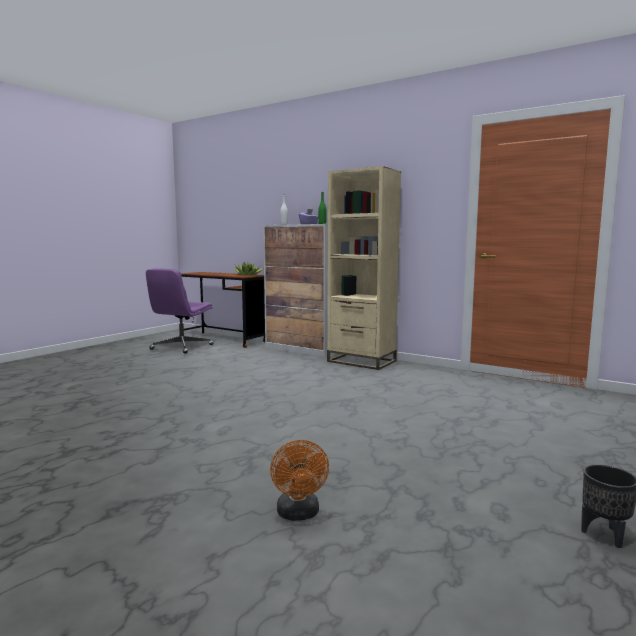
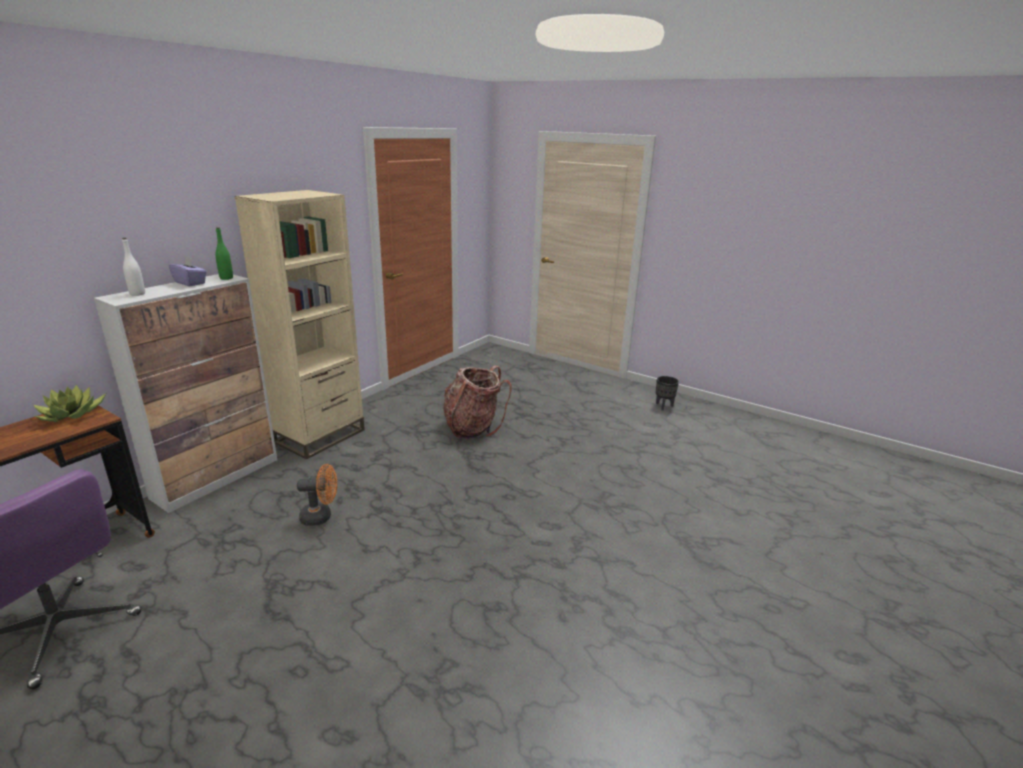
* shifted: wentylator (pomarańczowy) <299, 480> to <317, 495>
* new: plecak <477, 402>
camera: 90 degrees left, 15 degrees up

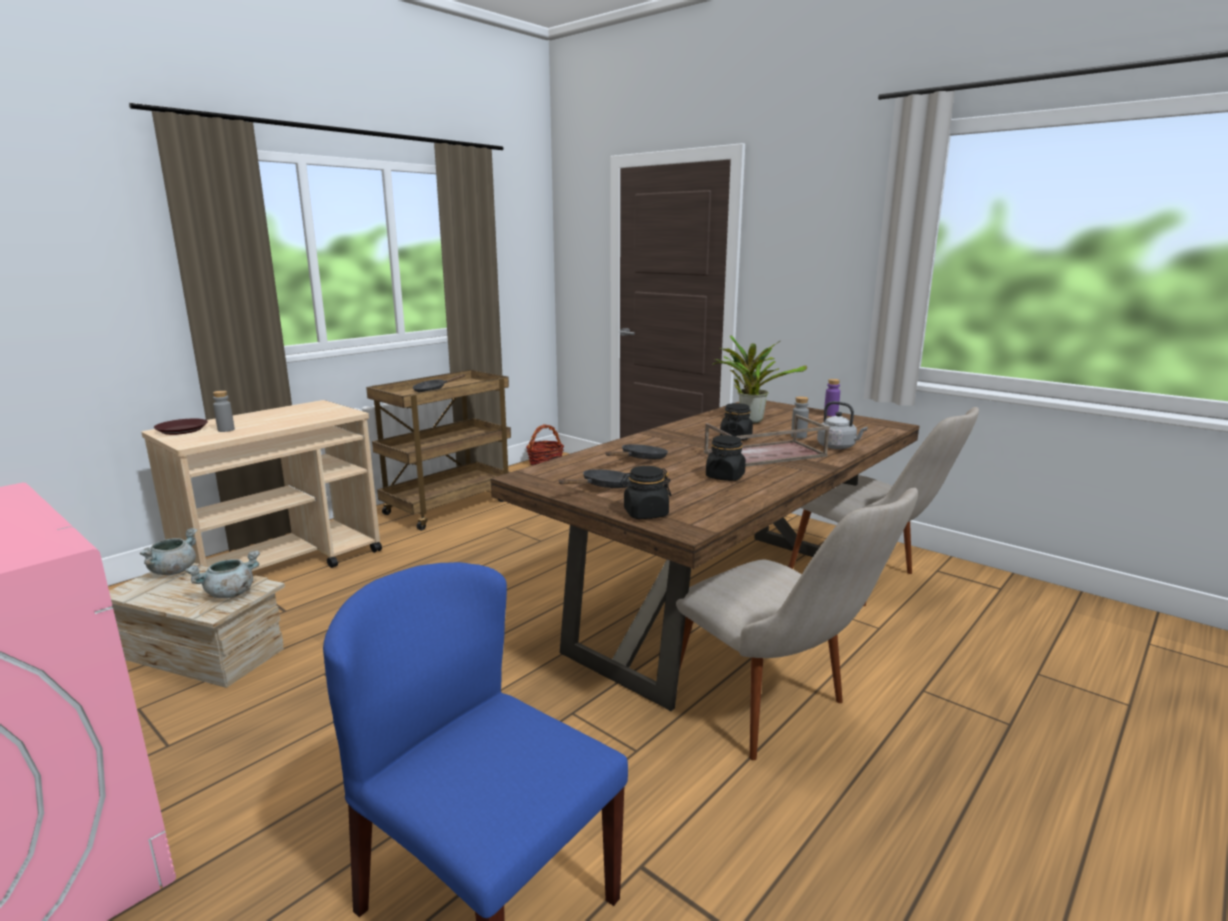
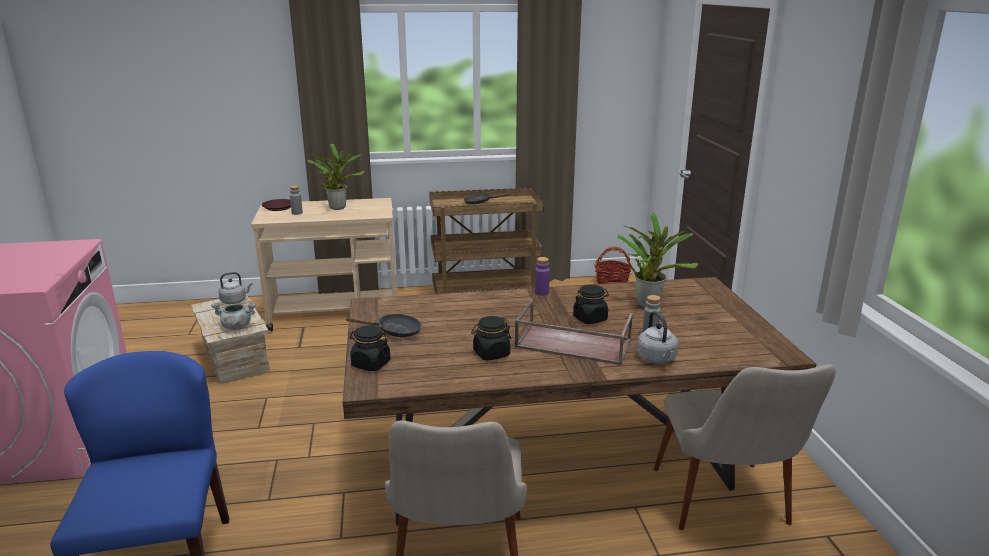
* swapped: garnek (szary) <168, 551> to czajnik (szary) <235, 288>
* new: roślina doniczkowa <336, 177>
* shifted: butelka (fioletowy) <832, 397> to <542, 276>
* gone: patelnia (czarny) <637, 452>
camera: 40 degrees right, 5 degrees up

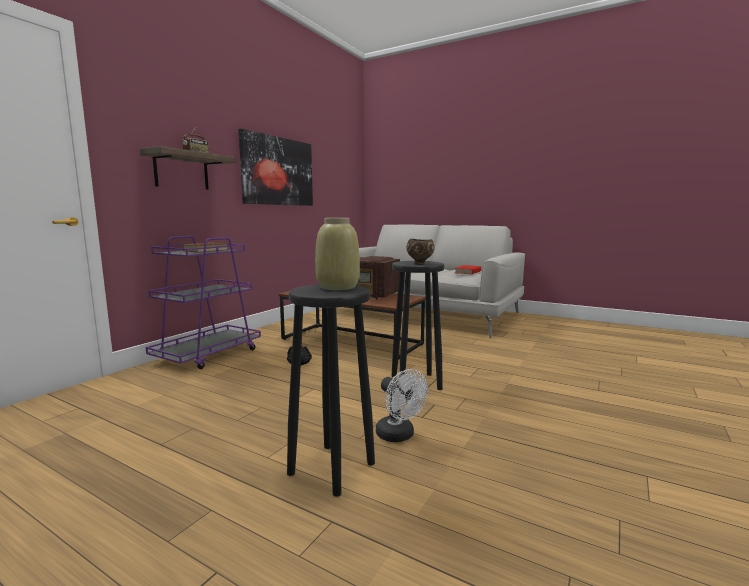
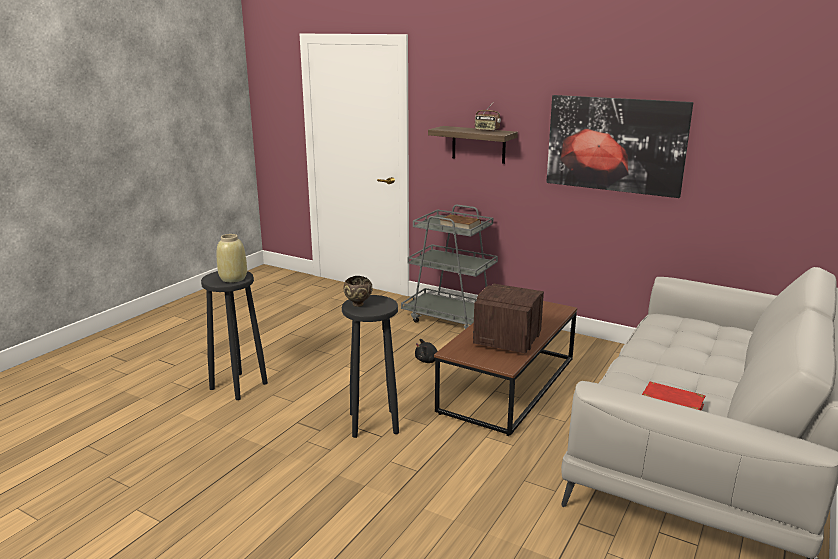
* repainted: wózek (fioletowy) <203, 302> to wózek (szary) <449, 267>
* gone: wentylator (biały) <402, 405>
camera: 90 degrees right, 10 degrees up

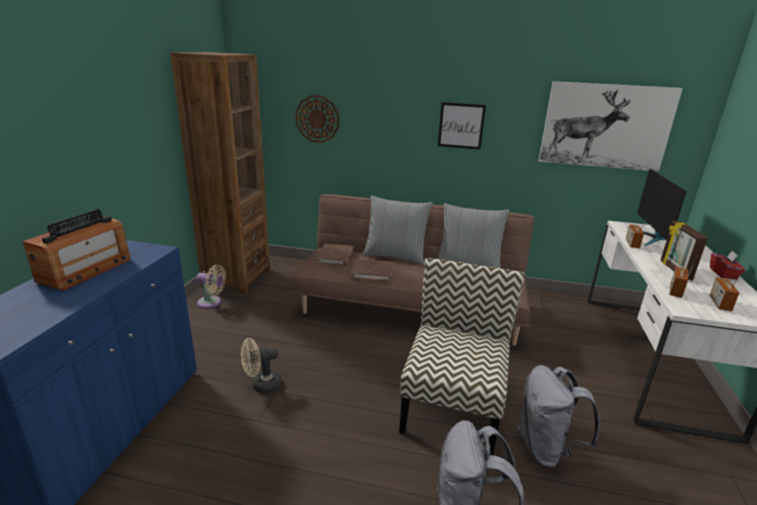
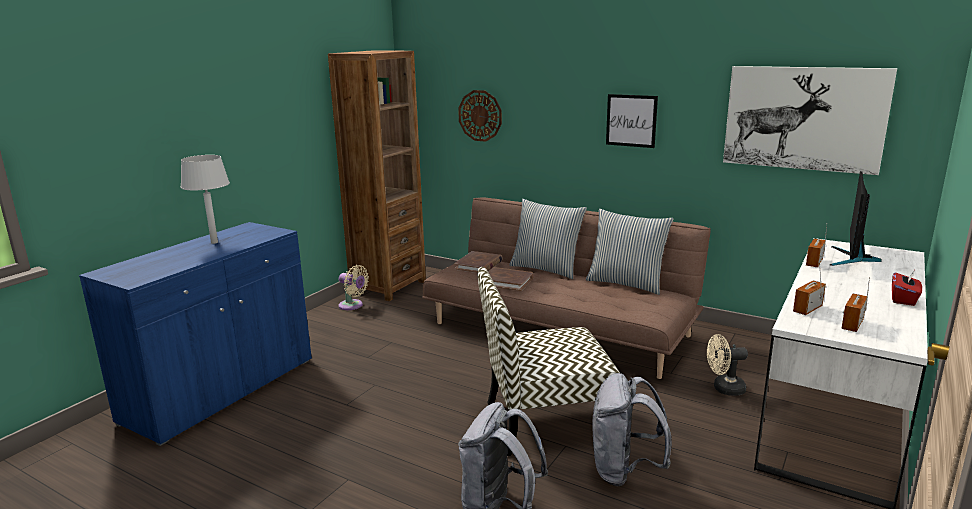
* swapped: radio <76, 250> to lampa stołowa (szary) <205, 199>
* rotated: krzesło <462, 356> = <548, 361> 135 degrees counterclockwise
* shifted: wentylator (beżowy) <261, 366> to <727, 365>
* gone: ramka na zdjęcie <684, 250>
camera: 20 degrees right, 5 degrees down

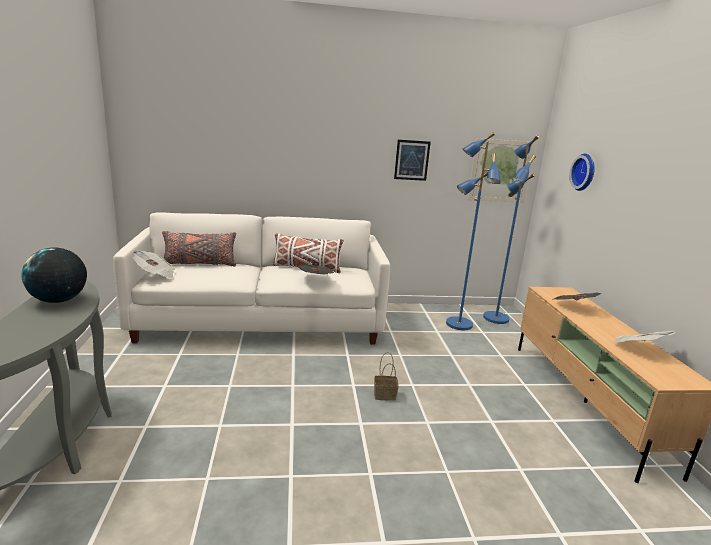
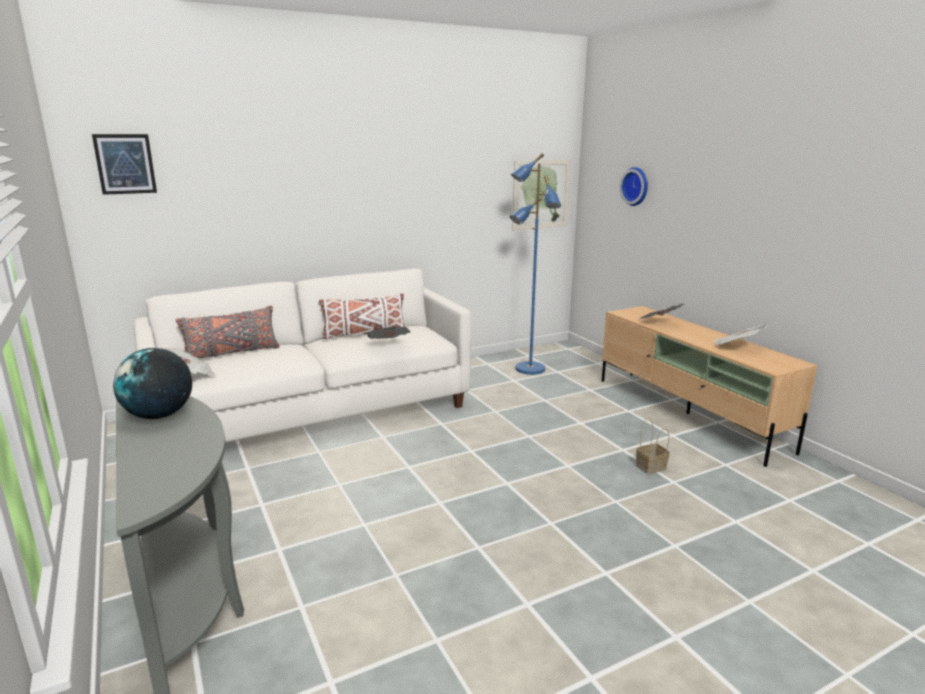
* shifted: obraz <412, 160> to <124, 164>
* shifted: koszyk <386, 376> to <653, 446>
* gone: lampa stojąca (niebieski) <511, 229>
camera: 20 degrees left, 0 degrees up

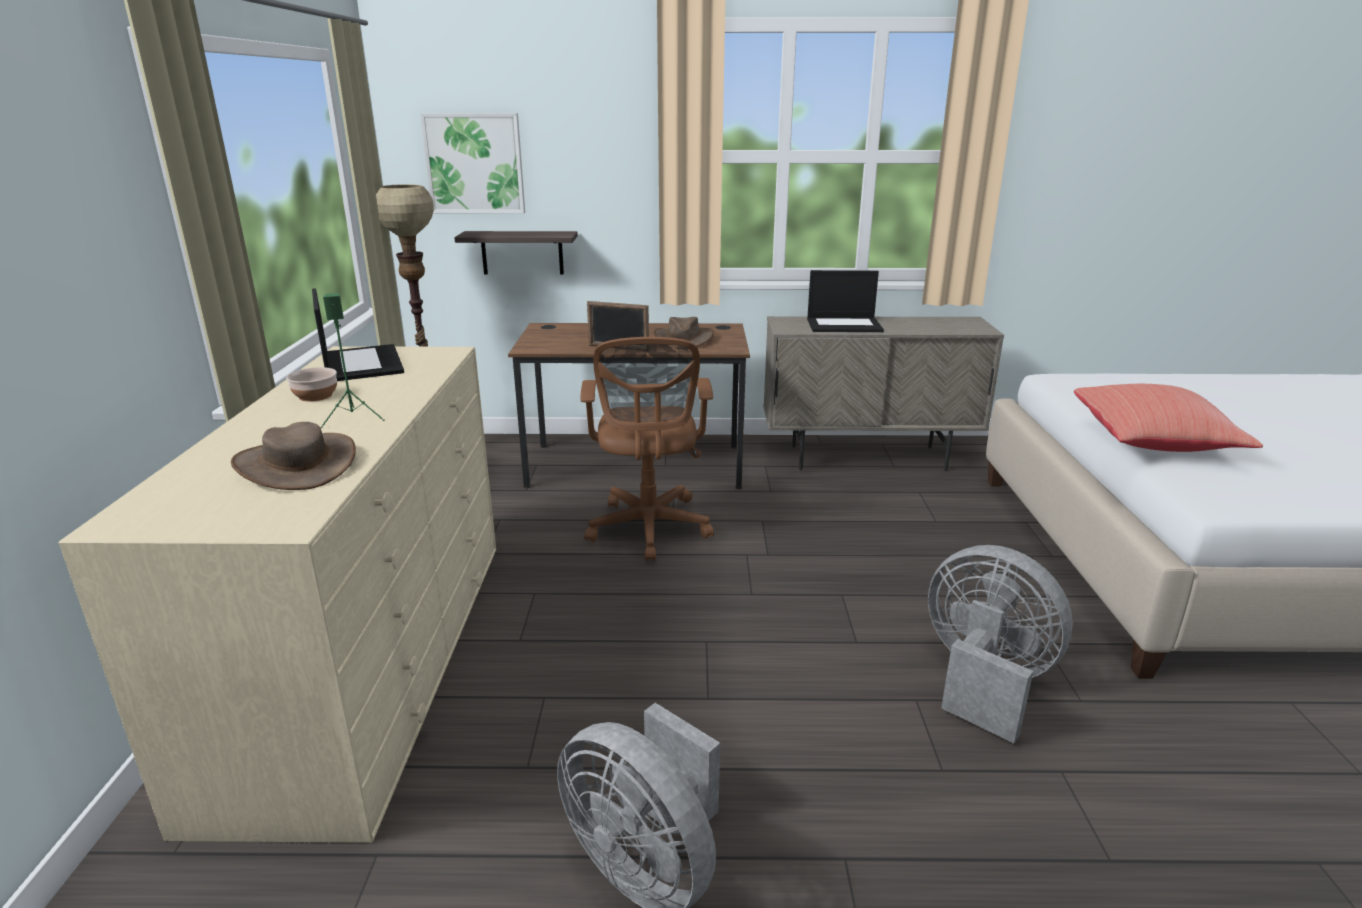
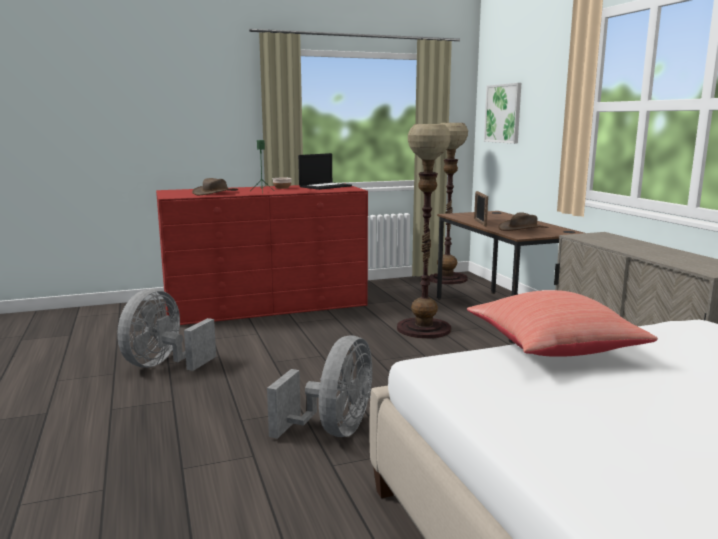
* repainted: komoda (beżowy) <277, 594> to komoda (czerwony) <262, 255>
* swapped: krzesło biurowe (brązowy) <647, 449> to lampa stojąca <424, 231>
* gone: półka <516, 253>
* gone: laptop <845, 301>
camera: 70 degrees right, 10 degrees down

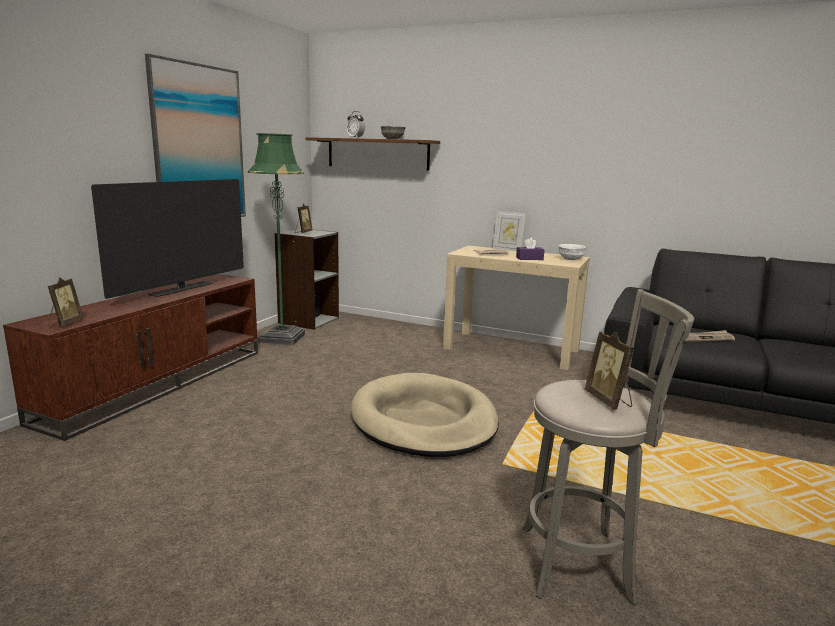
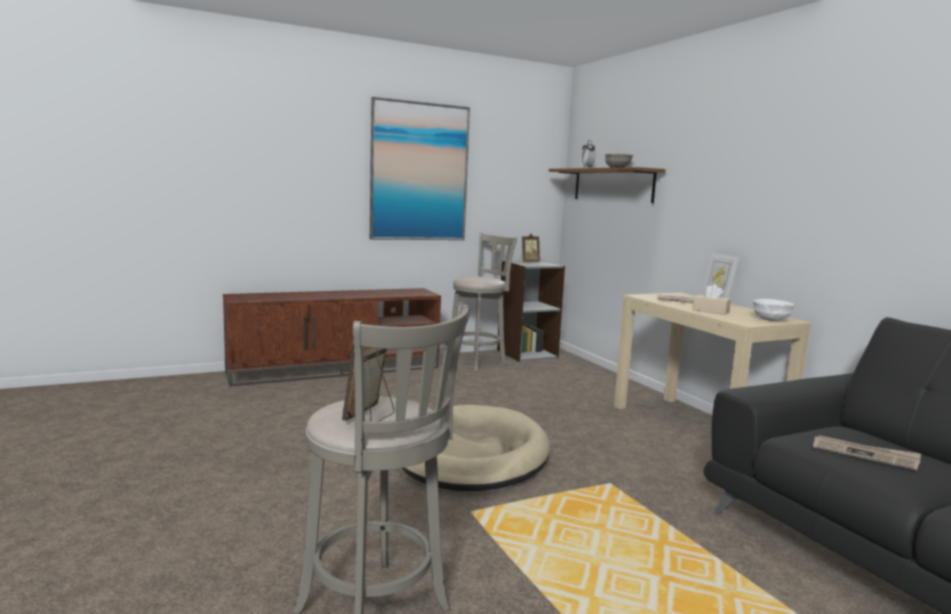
* swapped: lampa stojąca (zielony) <276, 239> to stołek (szary) <484, 302>
* repainted: pudełko chusteczek (fioletowy) <530, 249> to pudełko chusteczek (beżowy) <712, 299>
* gone: ramka na zdjęcie <65, 302>
* gone: telewizor <167, 239>
camera: 40 degrees right, 5 degrees down

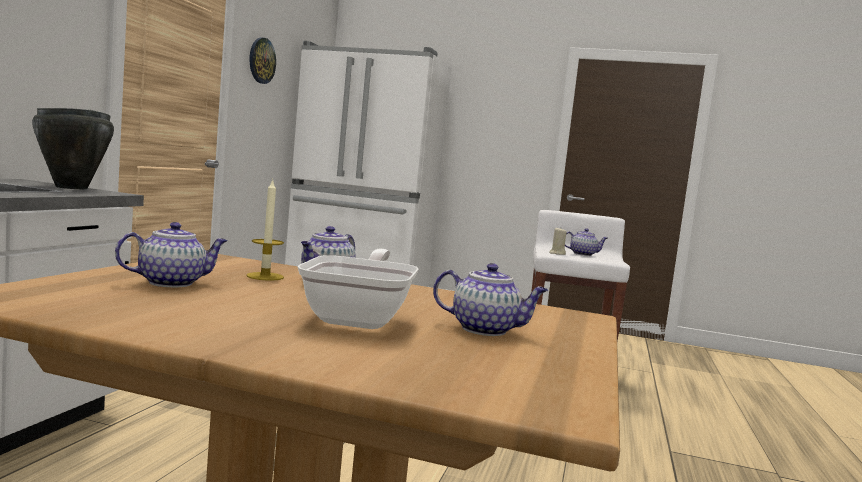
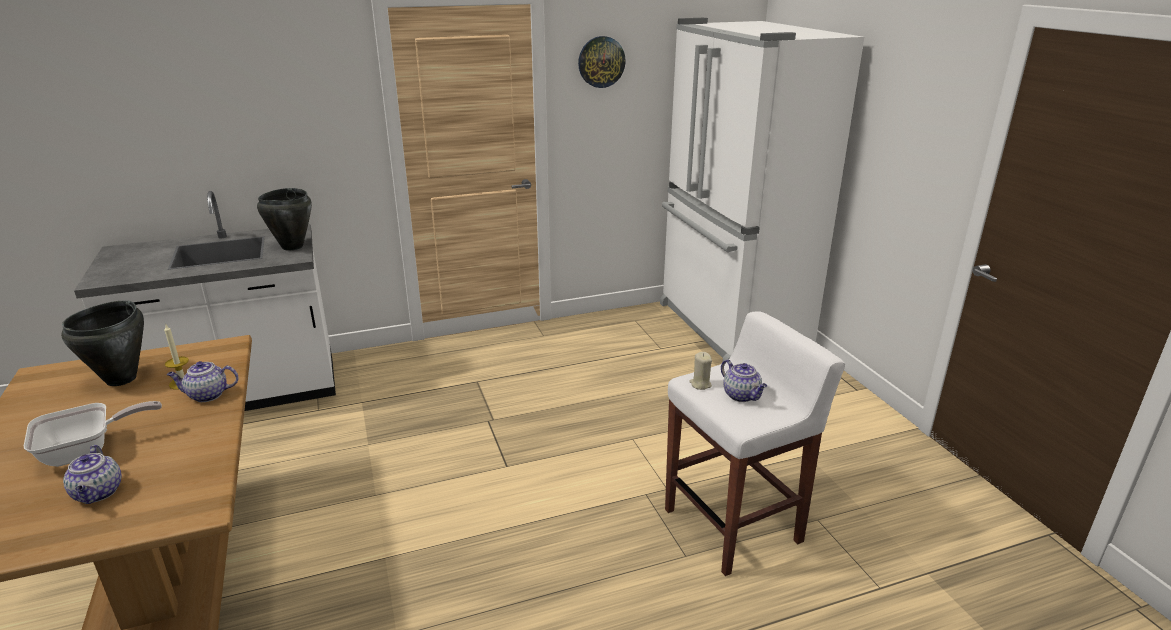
* swapped: imbryk <171, 254> to garnek (czarny) <102, 343>
camera: 55 degrees right, 20 degrees up

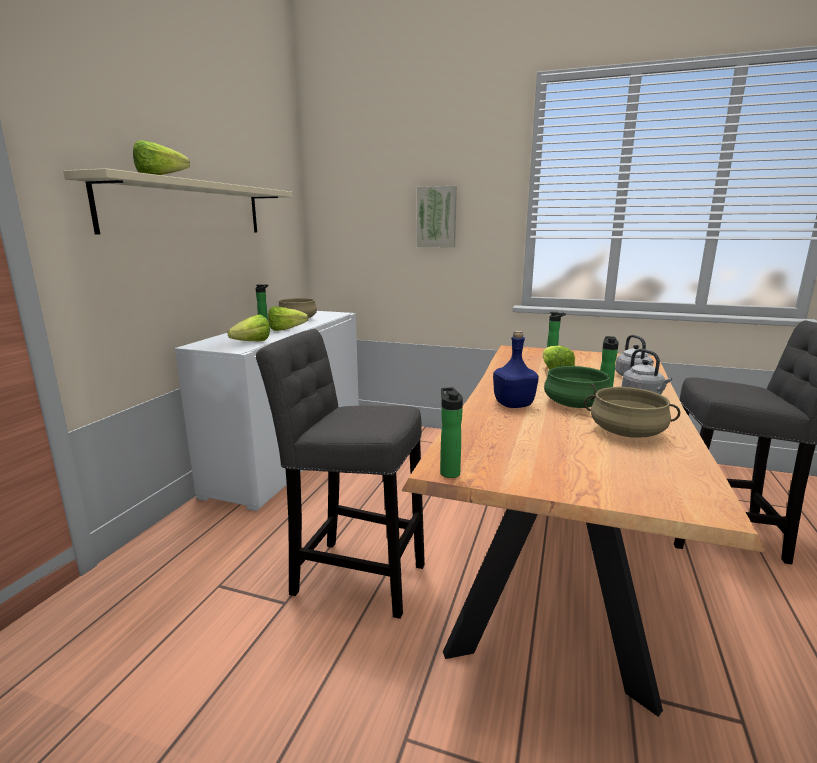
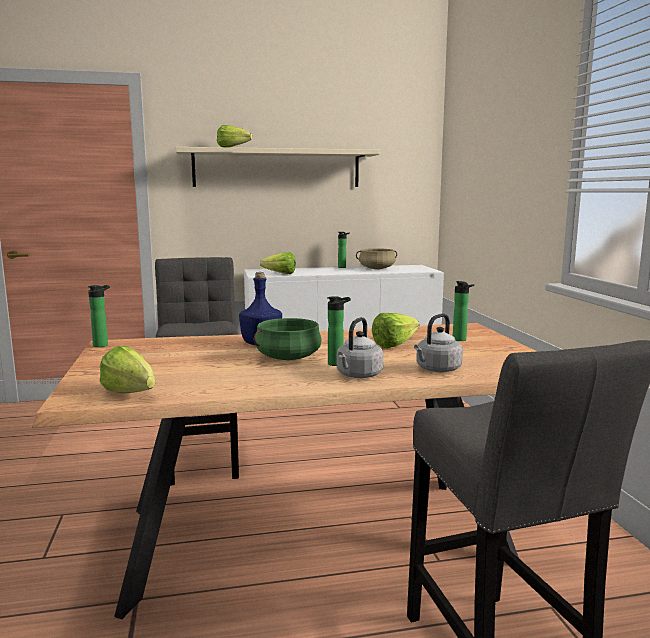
* shifted: sałata <288, 319> to <127, 370>
* gone: obraz <437, 216>
* gone: garnek (beżowy) <632, 412>
camera: 60 degrees right, 5 degrees down

